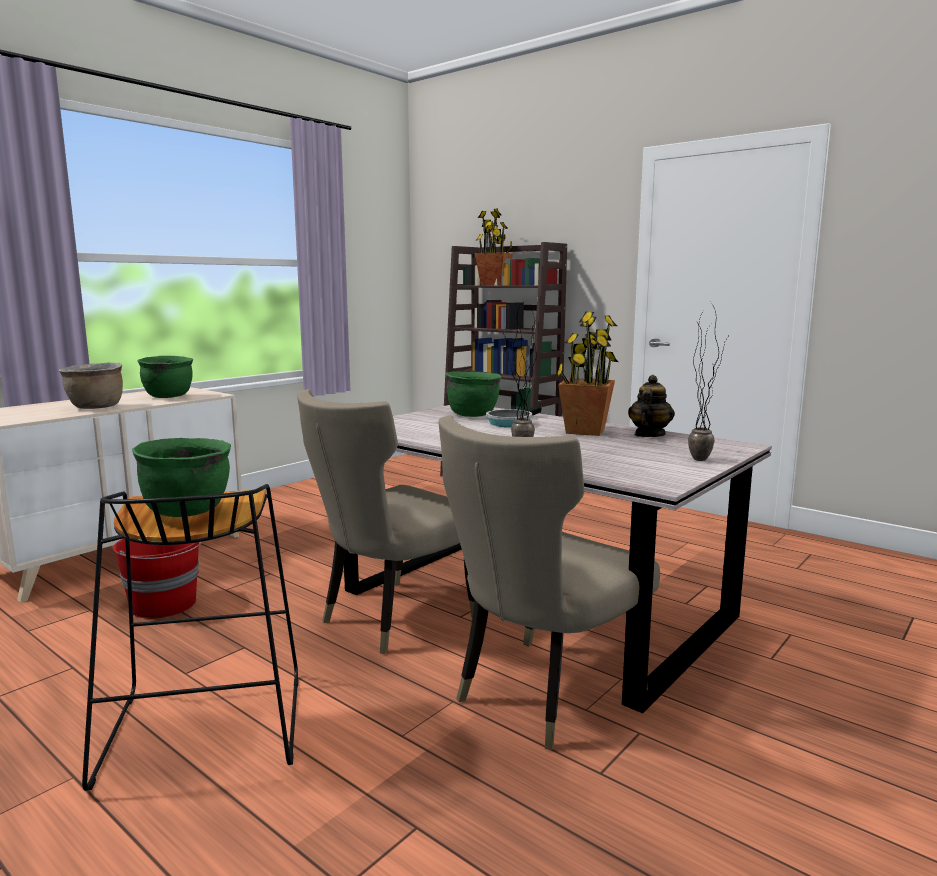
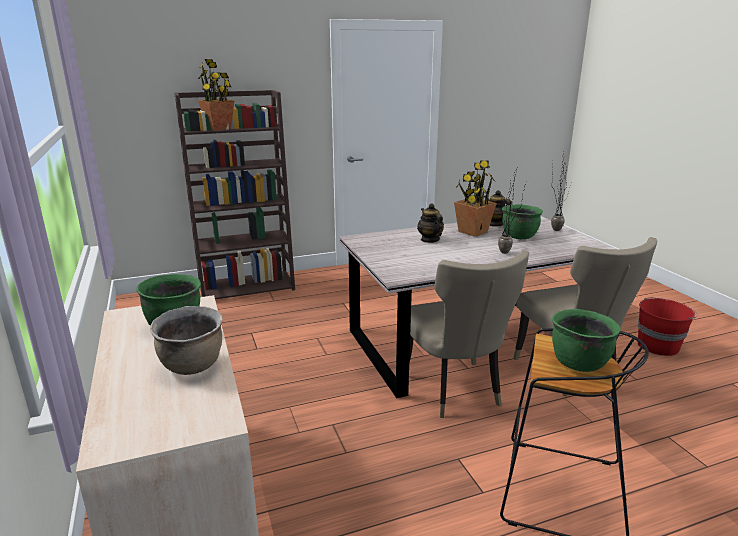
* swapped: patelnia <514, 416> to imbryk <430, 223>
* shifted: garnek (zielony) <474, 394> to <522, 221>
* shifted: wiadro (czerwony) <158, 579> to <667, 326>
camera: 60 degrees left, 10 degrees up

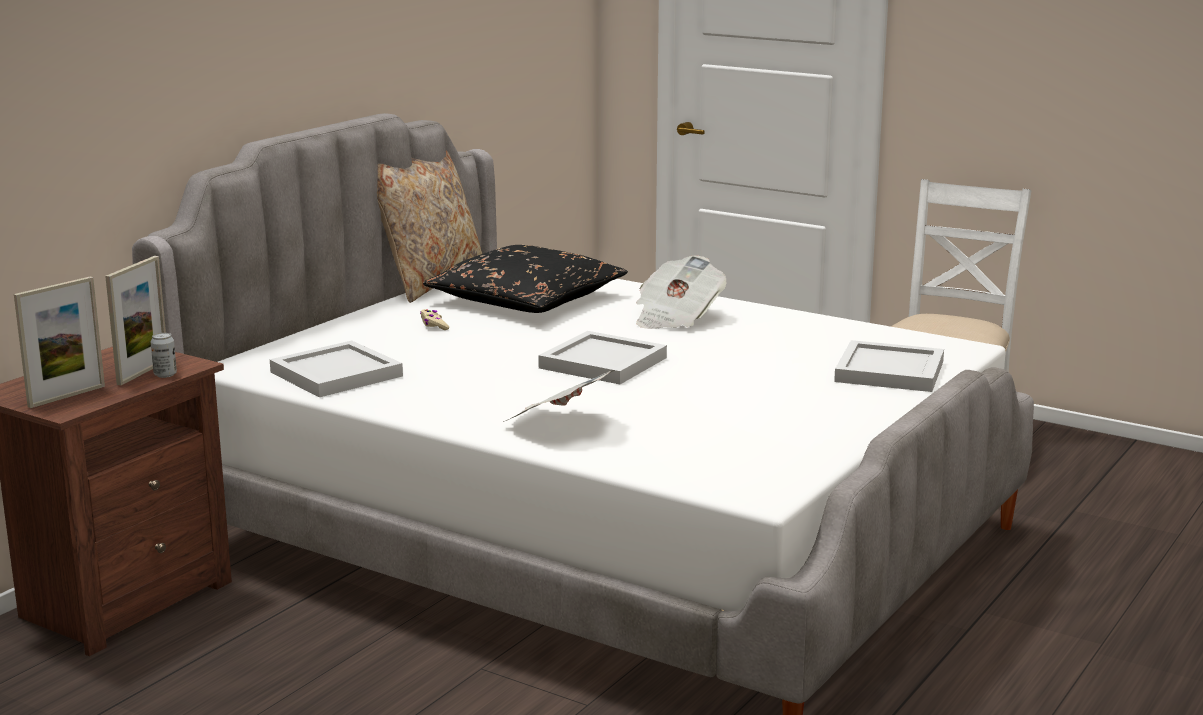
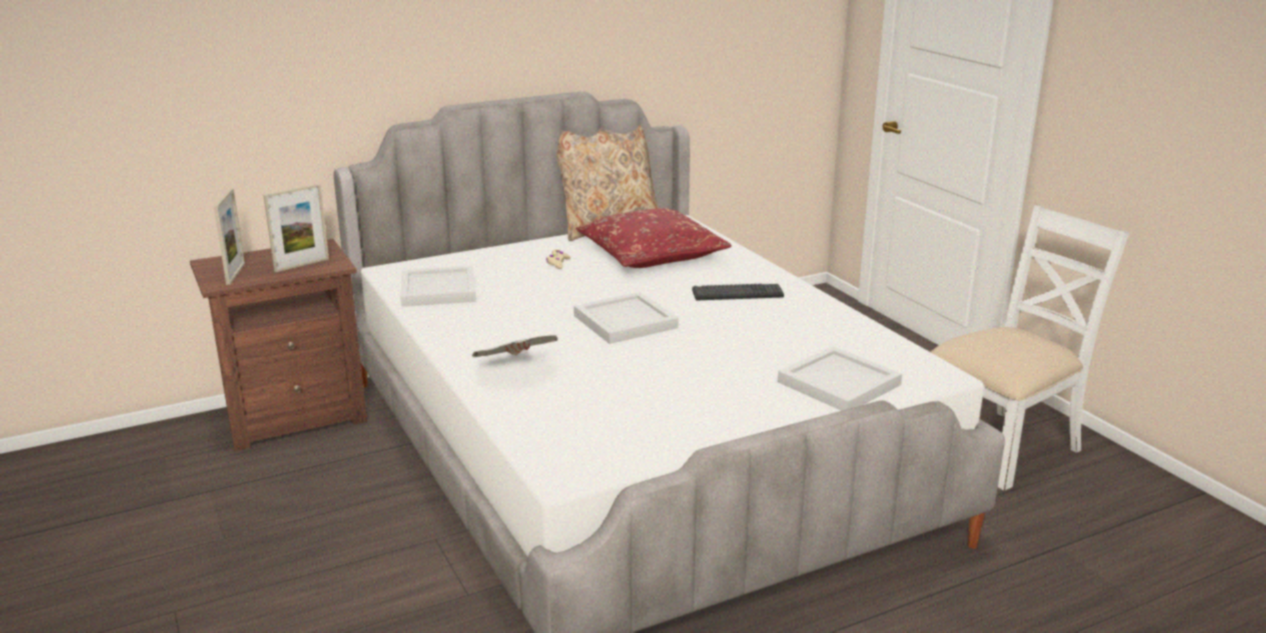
* rotated: ramka na zdjęcie <59, 342> = <229, 236> 75 degrees counterclockwise
* repainted: poduszka (czarny) <525, 279> to poduszka (czerwony) <654, 238>
* swapped: gazeta <681, 292> to klawiatura <738, 292>
* gone: puszka <164, 355>
camera: 30 degrees right, 5 degrees up

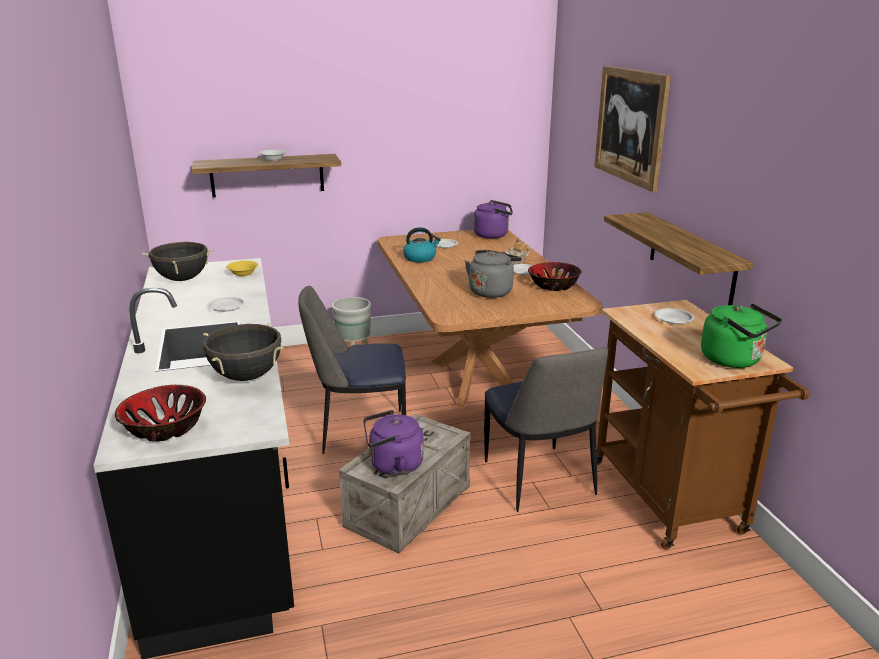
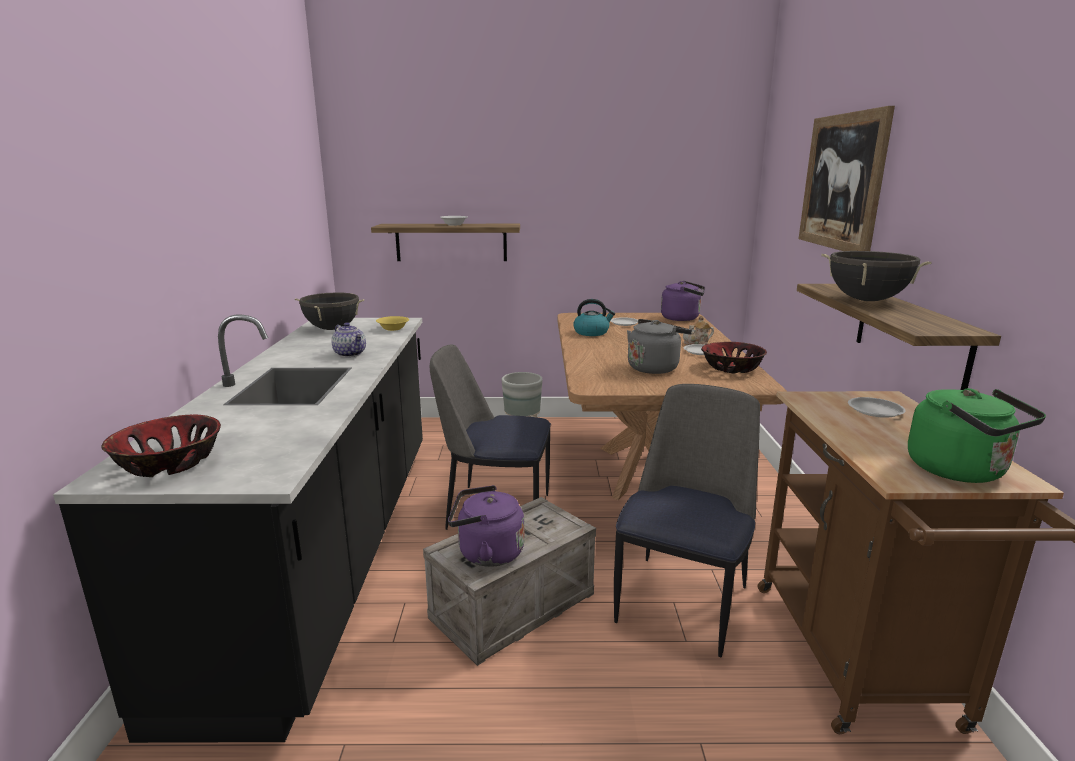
* swapped: talerz (biały) <226, 304> to imbryk <348, 339>
* rotated: krzesło <546, 429> = <687, 520> 150 degrees counterclockwise
* shifted: garnek (czarny) <243, 352> to <876, 276>
camera: 15 degrees right, 5 degrees down

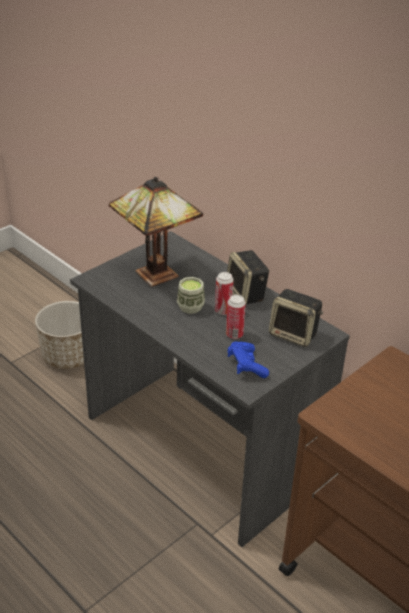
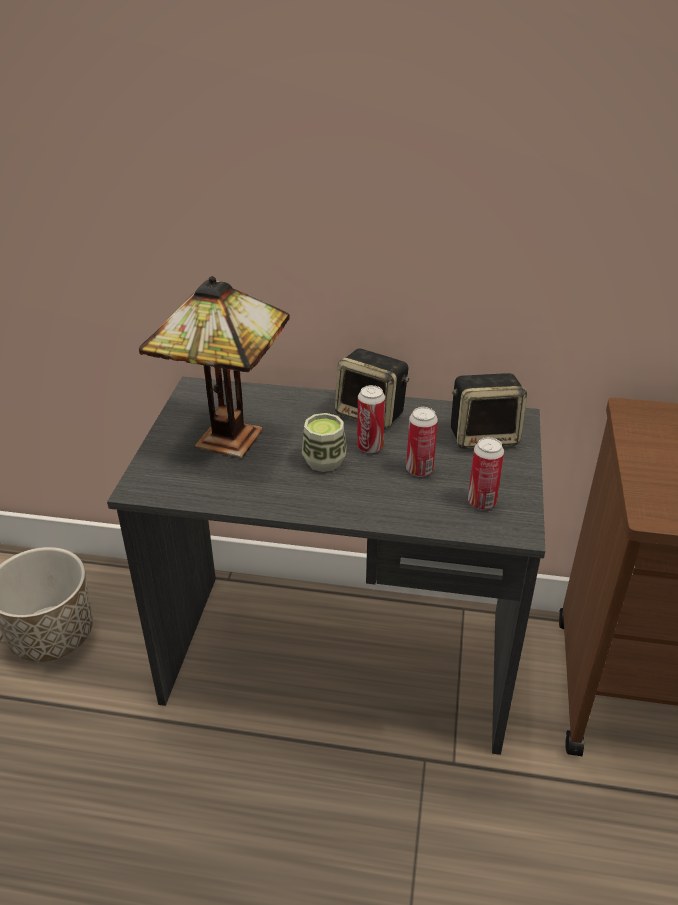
* swapped: pad do gier (niebieski) <248, 359> to puszka <486, 473>
camera: 35 degrees left, 0 degrees up

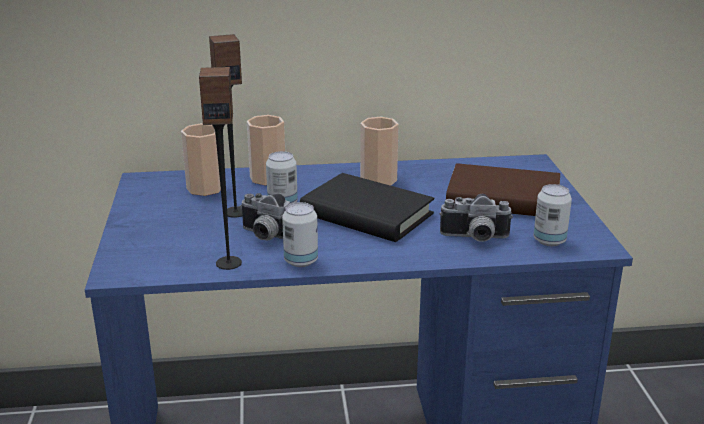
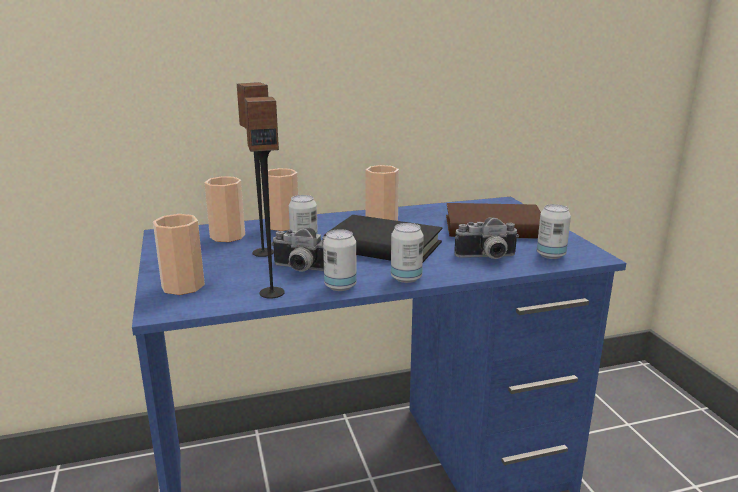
* new: filiżanka <179, 254>
* new: puszka <407, 253>
camera: 10 degrees left, 5 degrees down

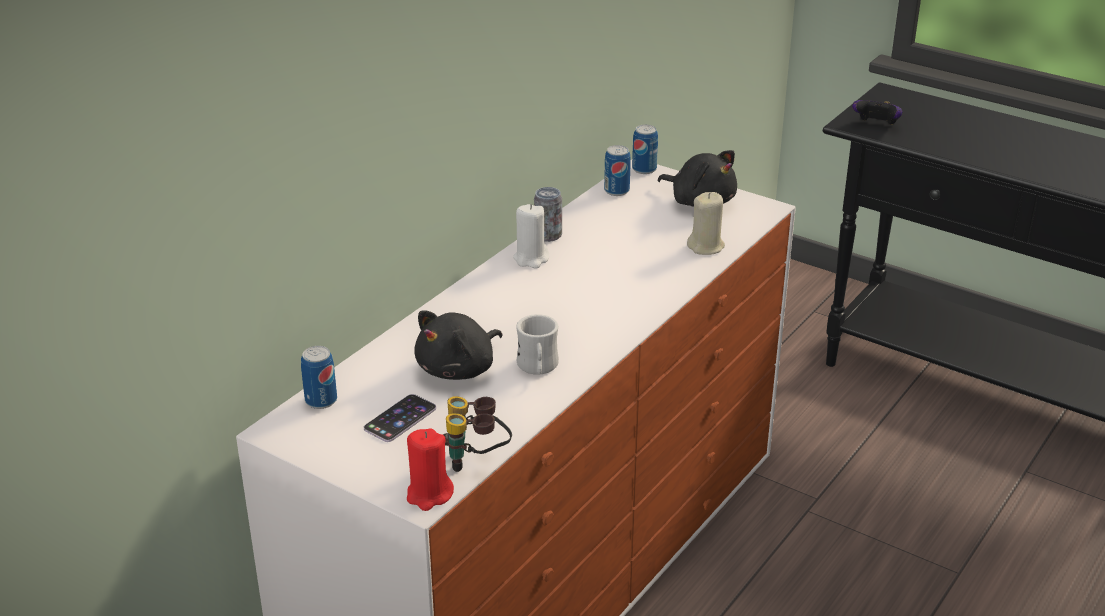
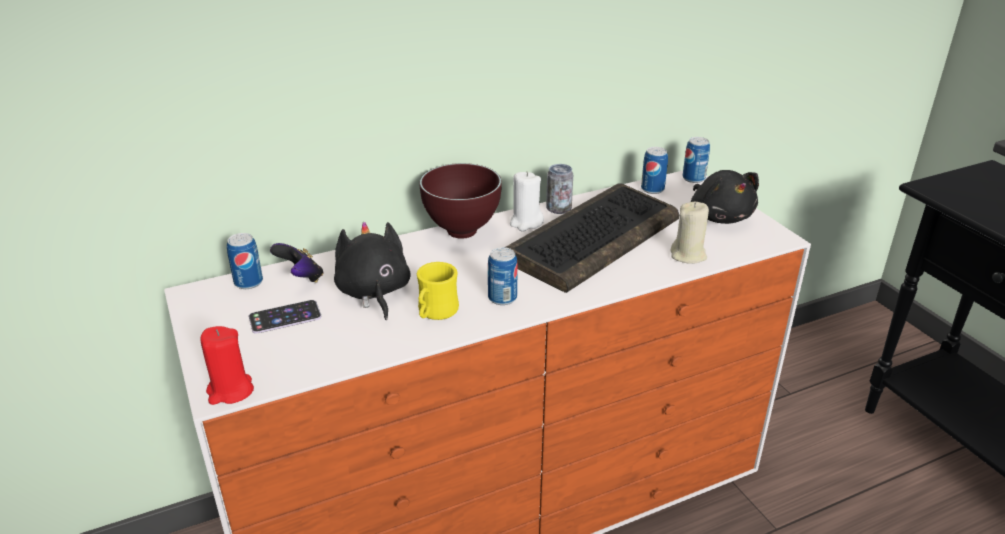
* shifted: pad do gier <877, 112> to <297, 263>
* rotated: pluszak (czarny) <458, 345> = <372, 271> 90 degrees clockwise
* repainted: kubek (biały) <537, 344> to kubek (żółty) <438, 291>
* new: miska (brązowy) <461, 201>
* new: puszka <503, 276>
* new: klawiatura <592, 238>
* gone: lornetka <477, 434>
camera: 30 degrees right, 0 degrees up

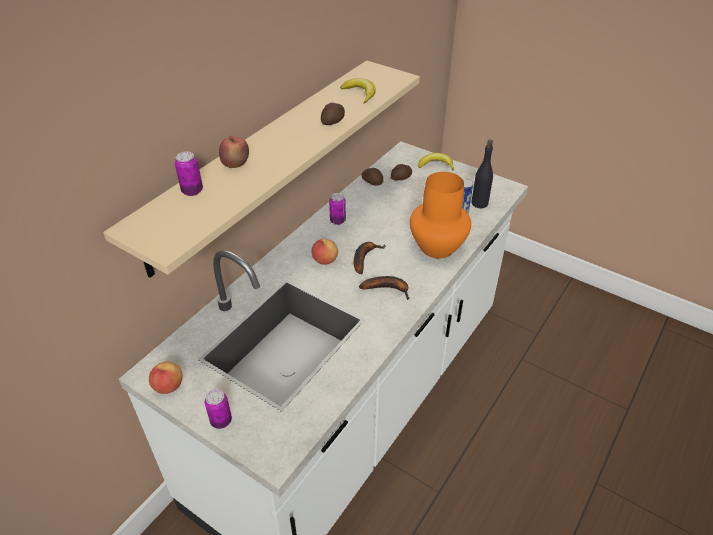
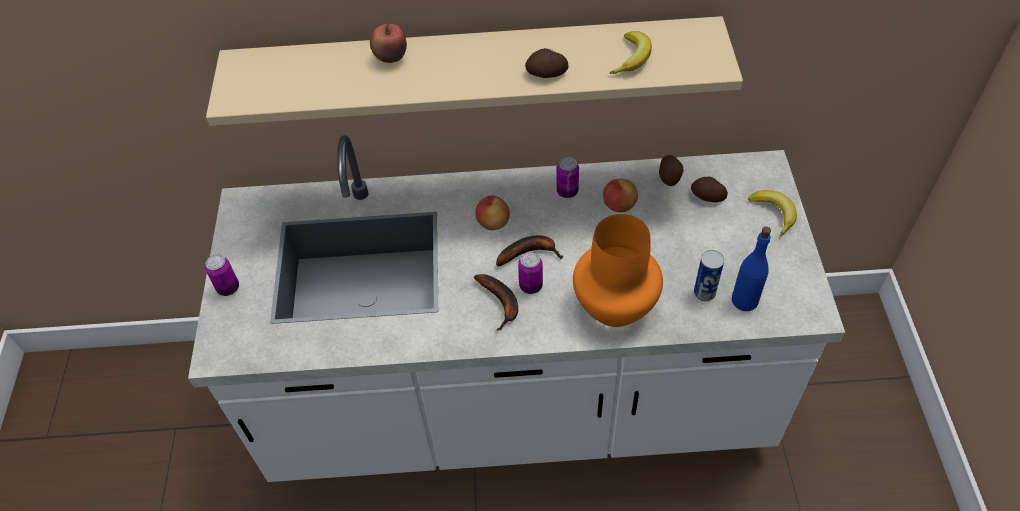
* shifted: puszka <189, 173> to <530, 273>
* shifted: jabłko <165, 377> to <620, 195>
* repainted: butelka (czarny) <482, 174> to butelka (niebieski) <751, 269>
camera: 55 degrees right, 10 degrees up

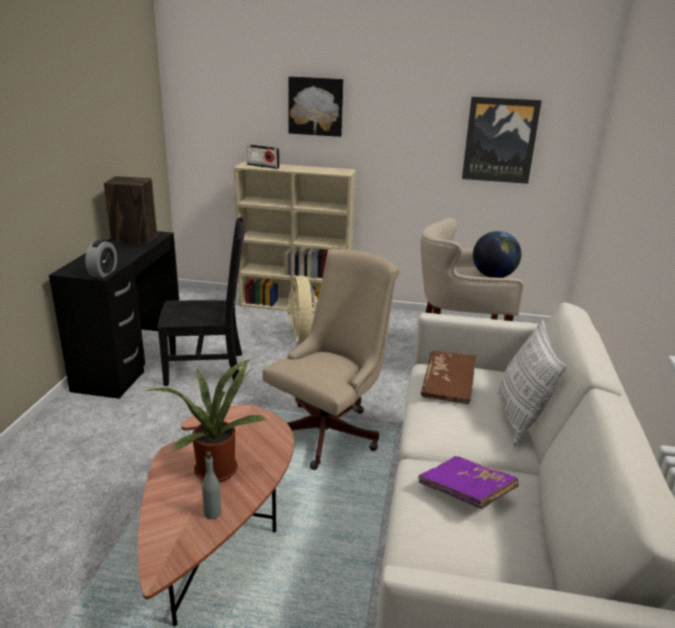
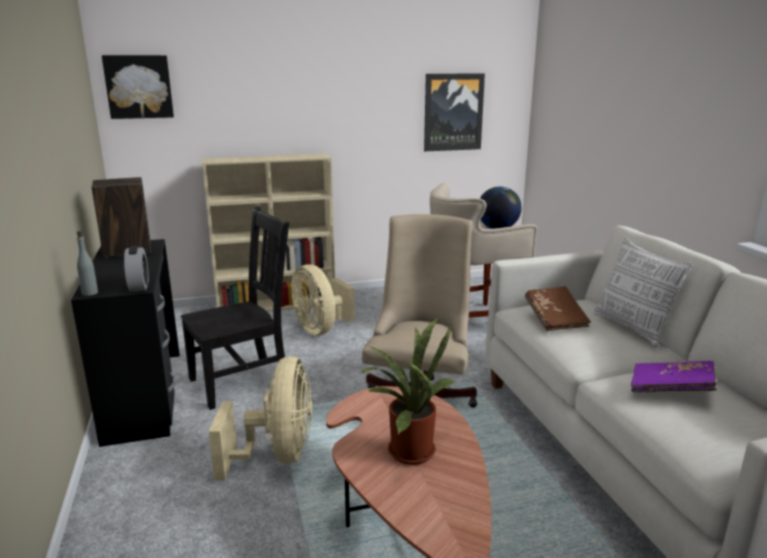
* shifted: butelka (szary) <212, 485> to <87, 263>
* shifted: obraz <315, 106> to <138, 87>
* new: wentylator (beżowy) <260, 418>
* gone: radio <263, 156>
camera: 25 degrees left, 5 degrees down

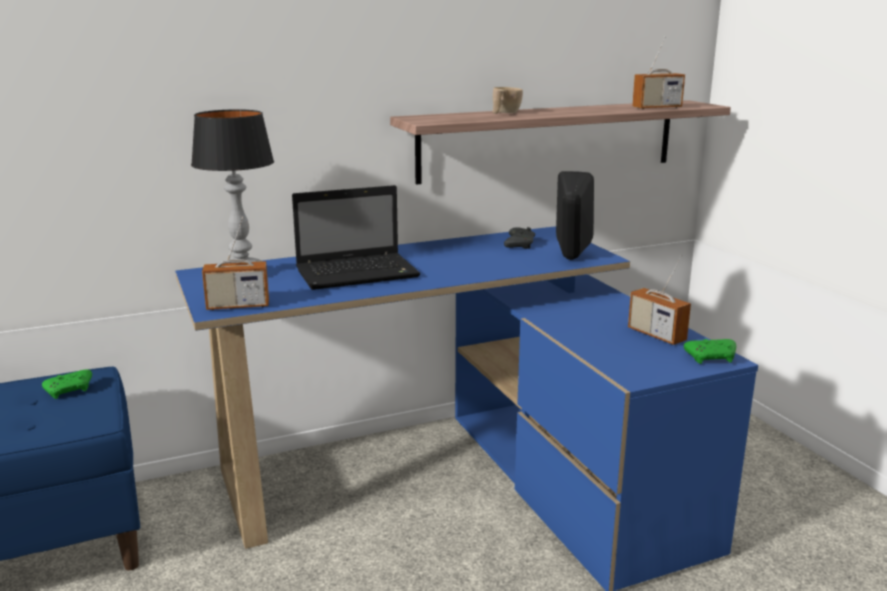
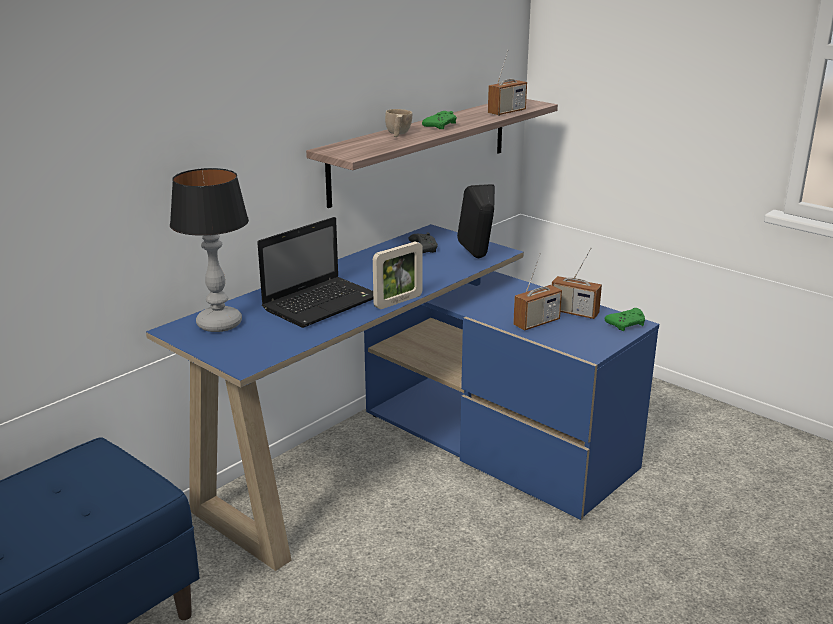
* new: ramka na zdjęcie <398, 275>
* shifted: pad do gier (zielony) <67, 384> to <439, 120>
* shifted: radio <235, 263> to <537, 292>
camera: 25 degrees left, 5 degrees up

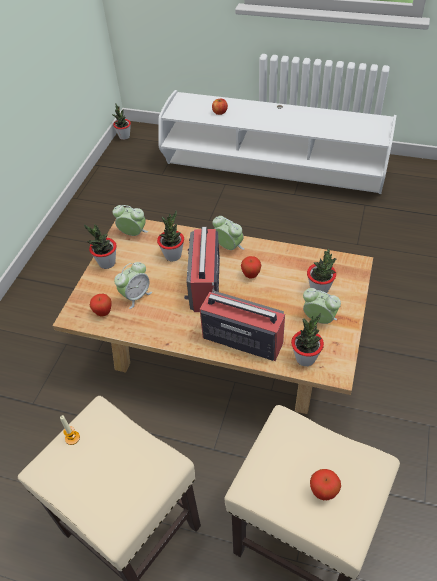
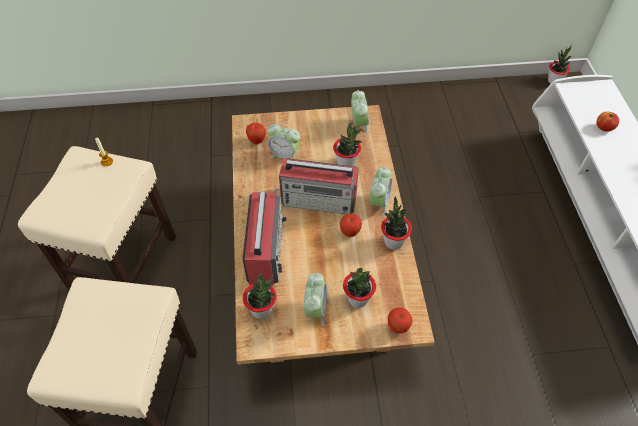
* rotated: radio <202, 269> = <319, 186> 150 degrees counterclockwise
* shifted: roślina doniczkowa <100, 246> to <396, 223>
* shifted: jabłko <325, 484> to <400, 320>
camera: 65 degrees right, 5 degrees up

